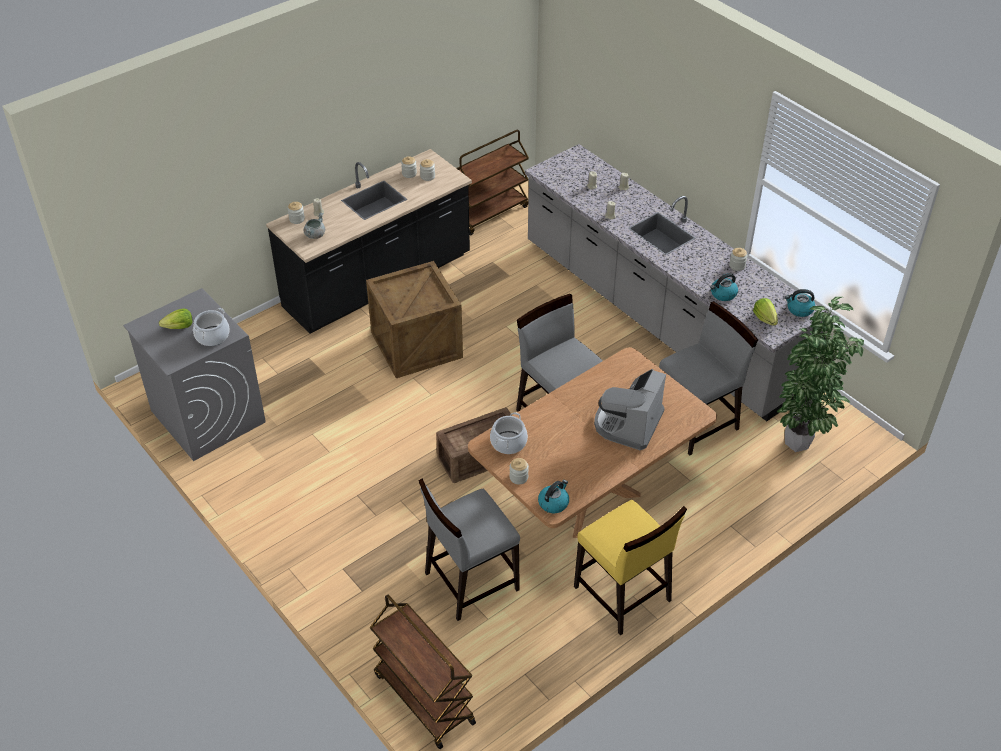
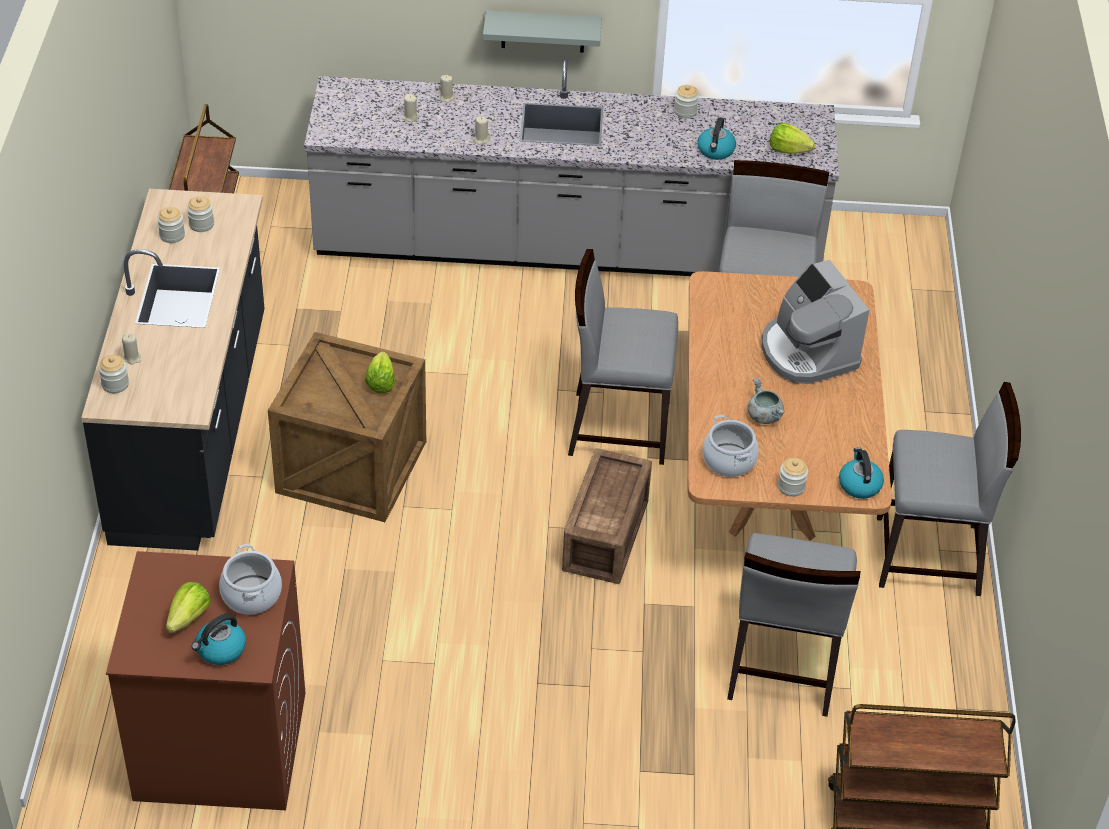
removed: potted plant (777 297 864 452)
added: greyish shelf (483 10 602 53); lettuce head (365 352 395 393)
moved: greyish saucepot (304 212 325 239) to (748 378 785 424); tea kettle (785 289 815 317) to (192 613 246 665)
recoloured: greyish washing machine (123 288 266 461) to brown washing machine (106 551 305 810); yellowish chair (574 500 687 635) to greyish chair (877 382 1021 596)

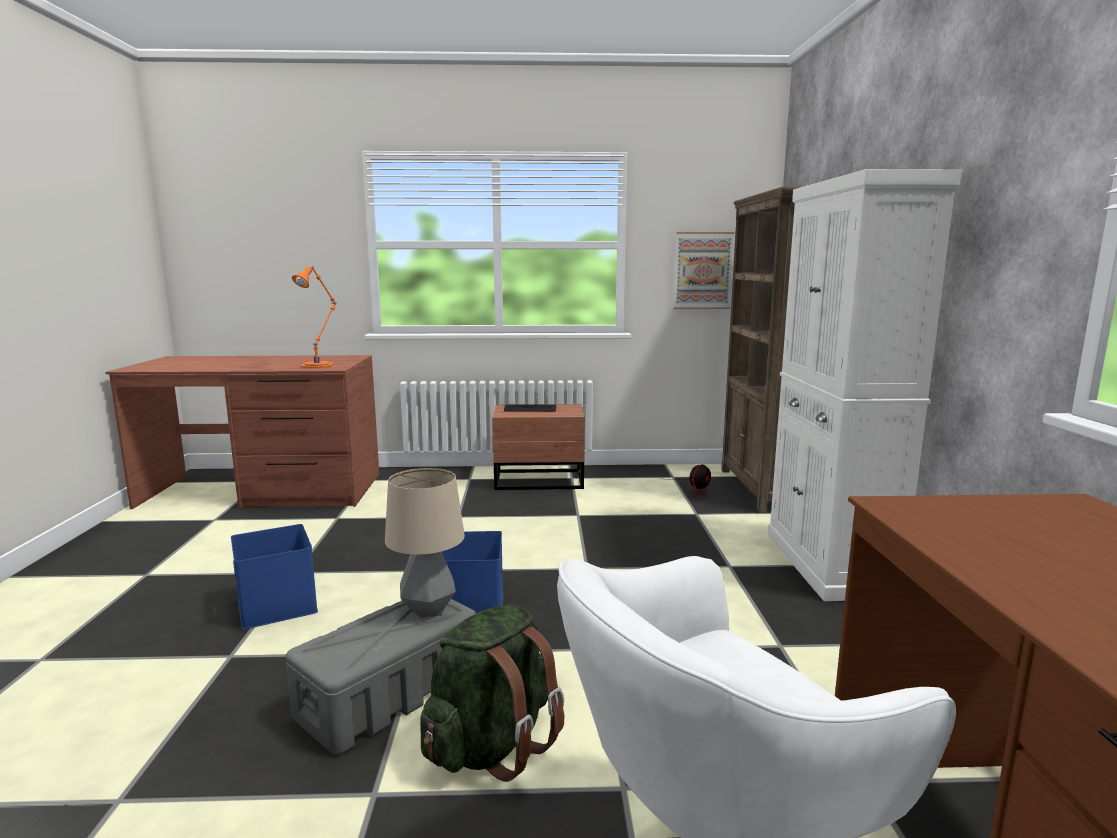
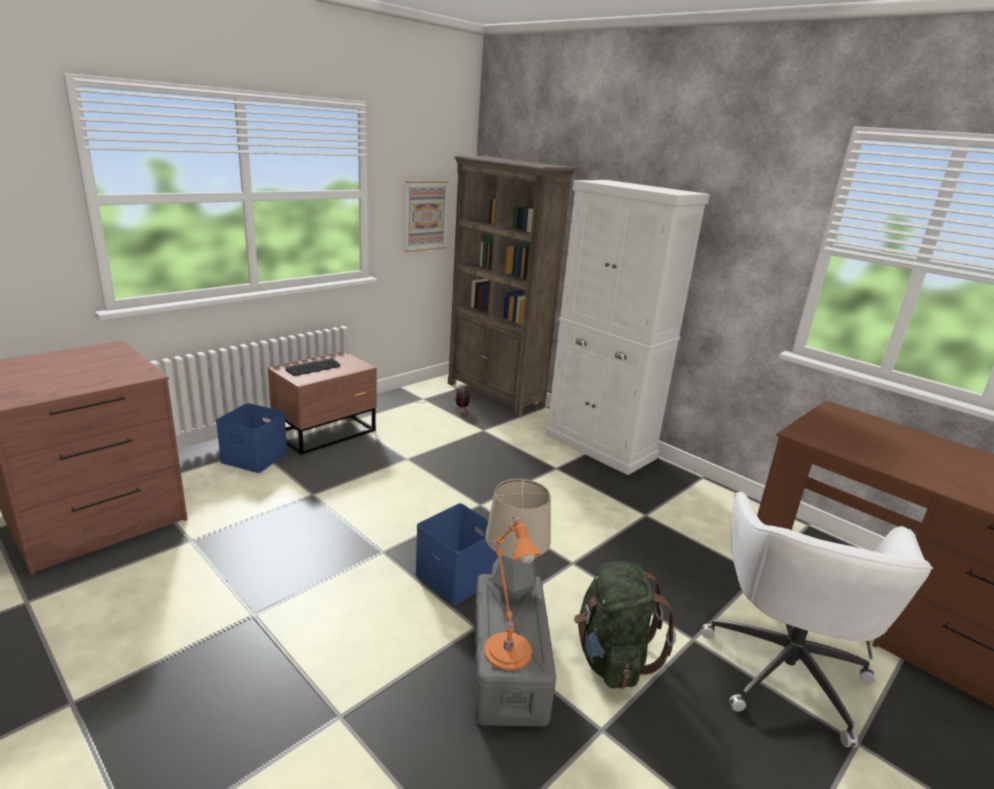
moved: orange lamp for a table (292 266 337 368) to (484 517 541 671); blue storage box (231 524 318 629) to (216 403 288 473)

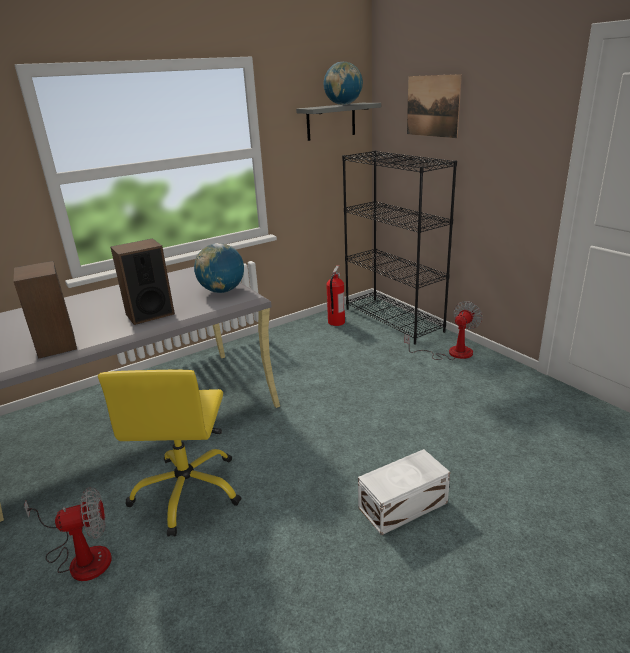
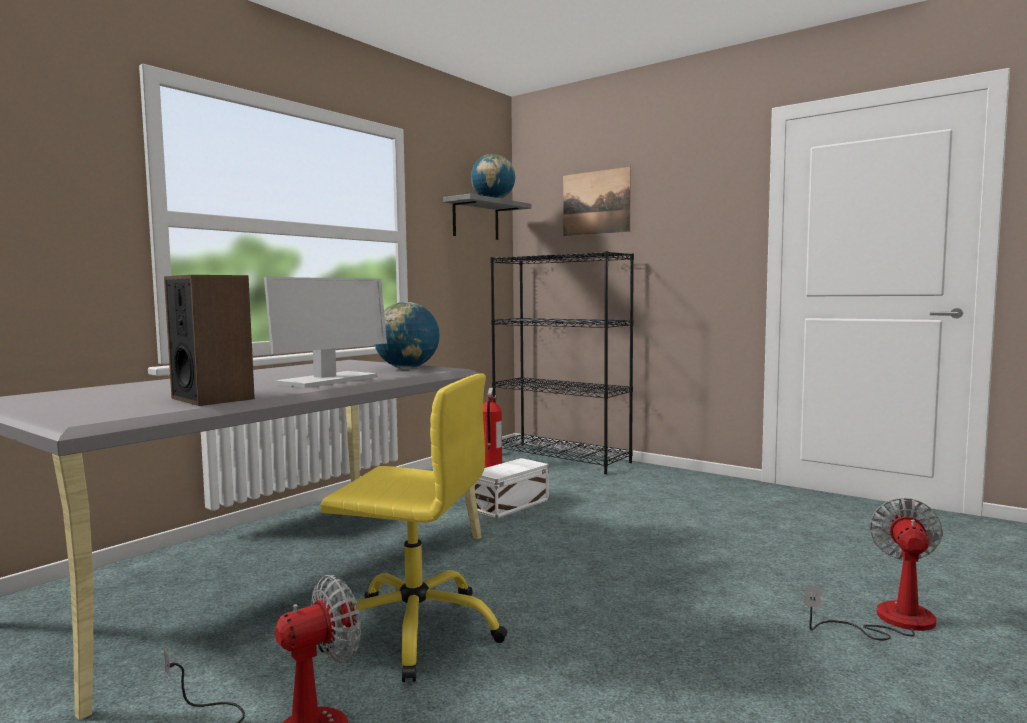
moved: electric fan (404 301 482 360) to (804 498 943 640); white-coloured storage box (358 449 450 535) to (475 458 549 518)
replaced: speaker (111 238 175 325) to computer screen (264 277 387 388)
turned: yellowish office chair (98 370 242 537) = (318 373 507 682) 60 degrees counterclockwise

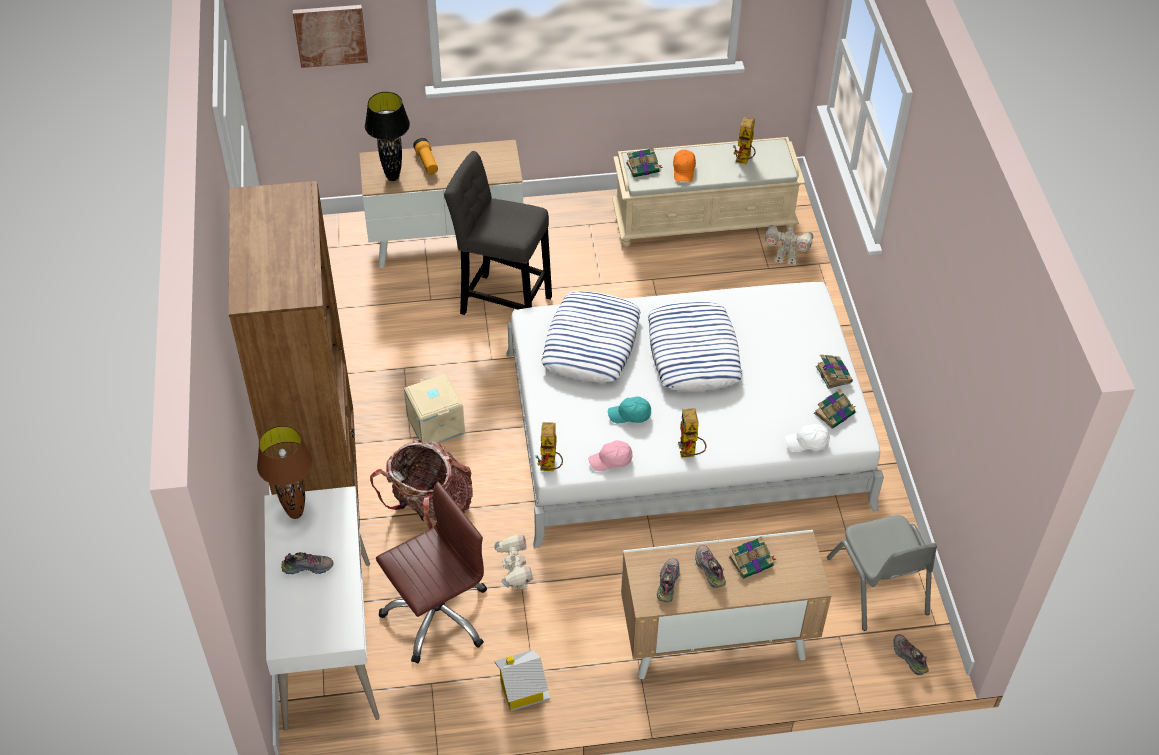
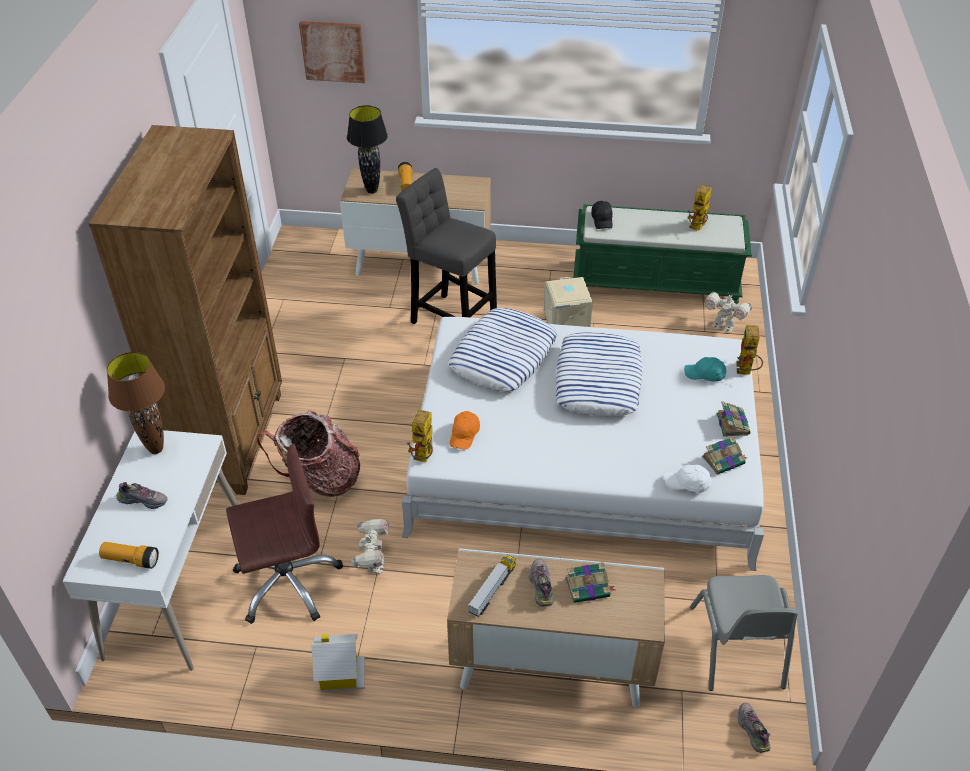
removed: pink baseball cap (588 440 633 471)
added: flashlight (99 542 159 569)
moved: orange baseball cap (673 150 696 182) to (449 411 480 450); sand-coloured storage box (404 374 465 443) to (544 277 593 327); turquoise-coloured baseball cap (608 397 651 423) to (684 357 726 382); model robot (678 408 706 458) to (736 325 763 375)
replaced: bound book (626 148 663 177) to blackish baseball cap (591 201 613 229); shoe (657 558 680 603) to model truck (468 555 516 617)
recoloured: sand-coloured indoor bench (612 137 805 247) to green-coloured indoor bench (573 204 752 304)

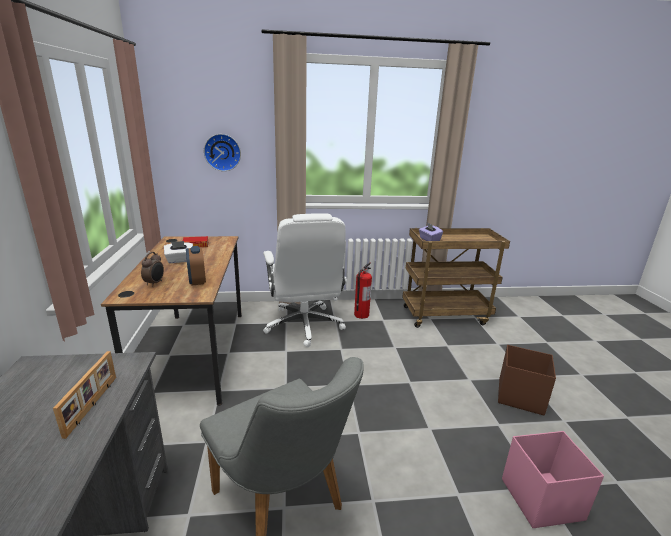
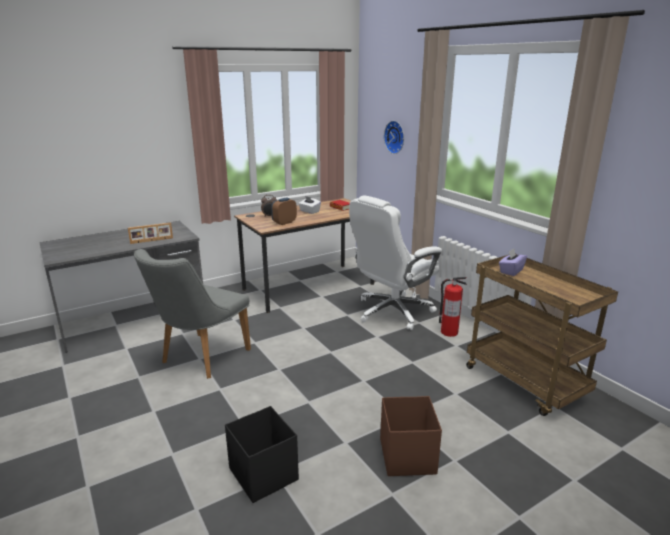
recoloured: pink storage box (502 431 604 528) to blackish storage box (225 406 299 503)

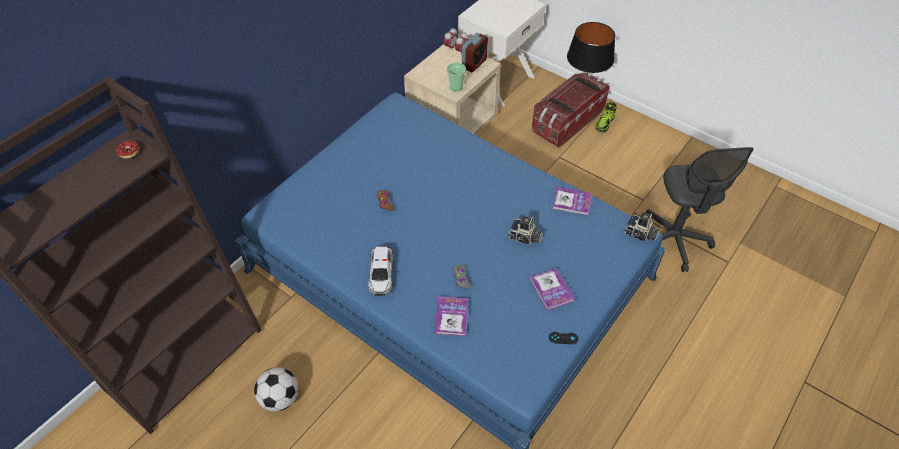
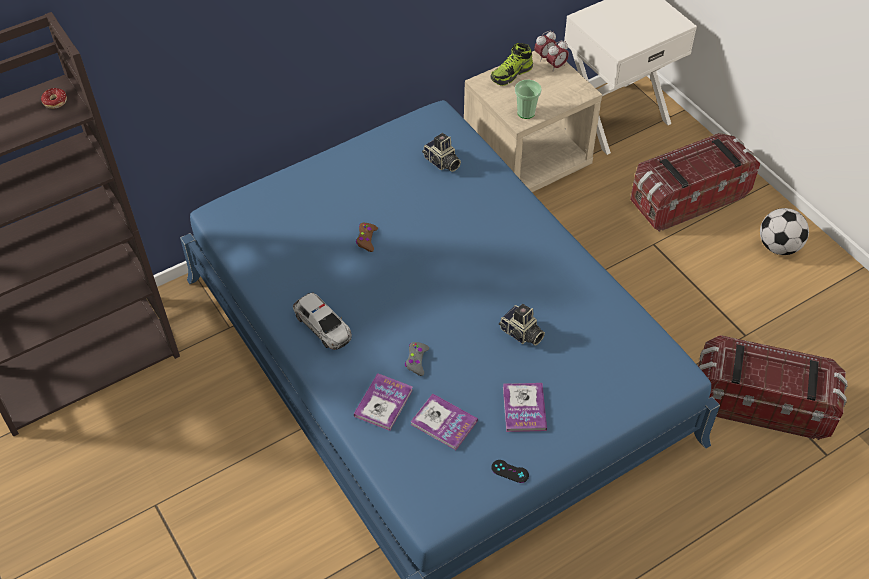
removed: blackish lamp for a table (567 22 615 82); alarm clock (462 33 488 72)
moved: shoe (595 102 617 133) to (490 43 533 86); bound book (552 187 592 215) to (411 394 478 450); still camera (625 212 660 242) to (422 133 461 172); football (254 367 299 412) to (760 208 809 255)
replaced: greyish office chair (645 147 754 272) to storage box (698 335 848 440)
turned: miniature car (368 247 394 296) = (293 293 352 350) 60 degrees counterclockwise

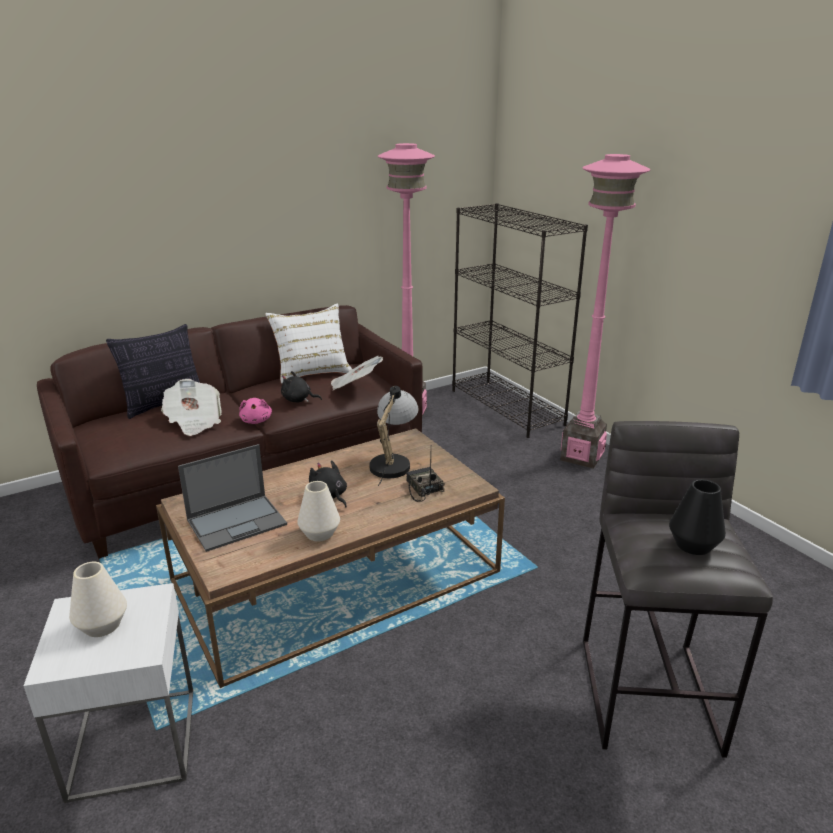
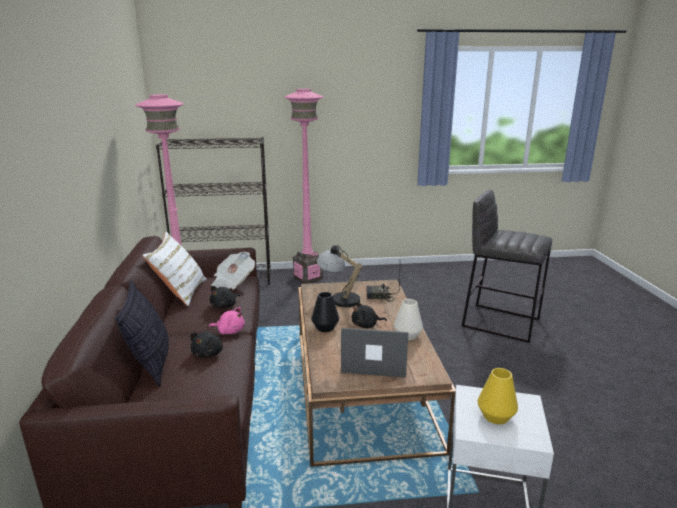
moved: blackish flower vase (669 479 726 555) to (311 292 339 332)
replaced: printed paper (161 379 222 436) to blackish soft toy (191 331 223 358)
recoloured: white-coloured flower vase (69 562 127 637) to yellowish flower vase (478 368 518 424)
turned: laptop (178 444 287 552) = (341 328 408 378) 75 degrees counterclockwise

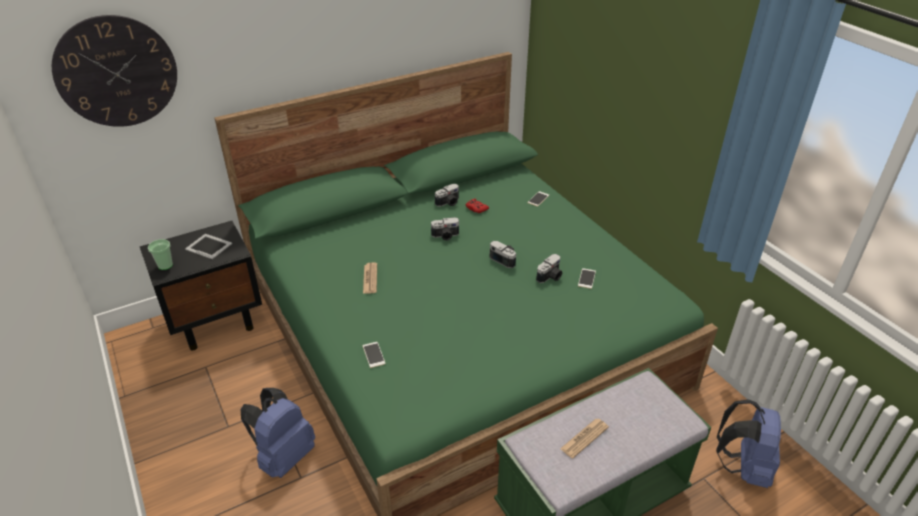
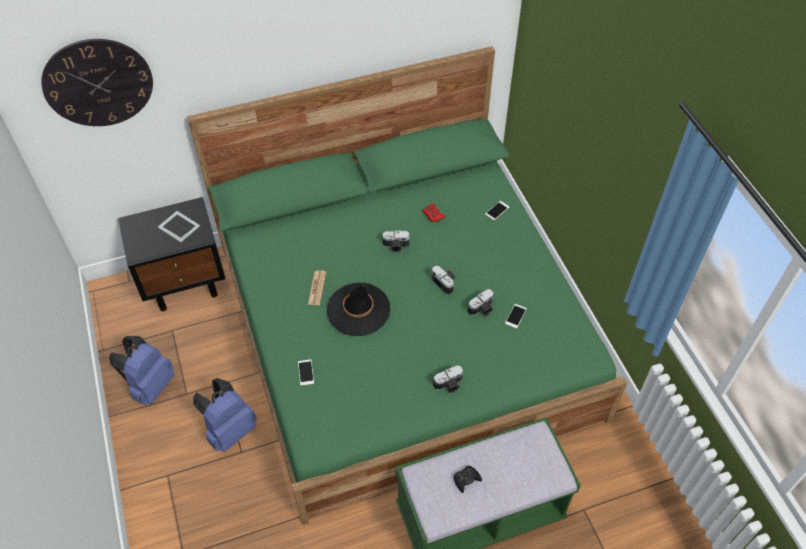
removed: cup (148 239 173 270)
added: blackish clothing hat (327 283 390 336)
moved: still camera (435 184 459 206) to (433 365 463 393); blue backpack (716 399 781 488) to (109 336 174 405)
replaced: printed paper (560 419 609 459) to blackish game controller (454 466 482 493)

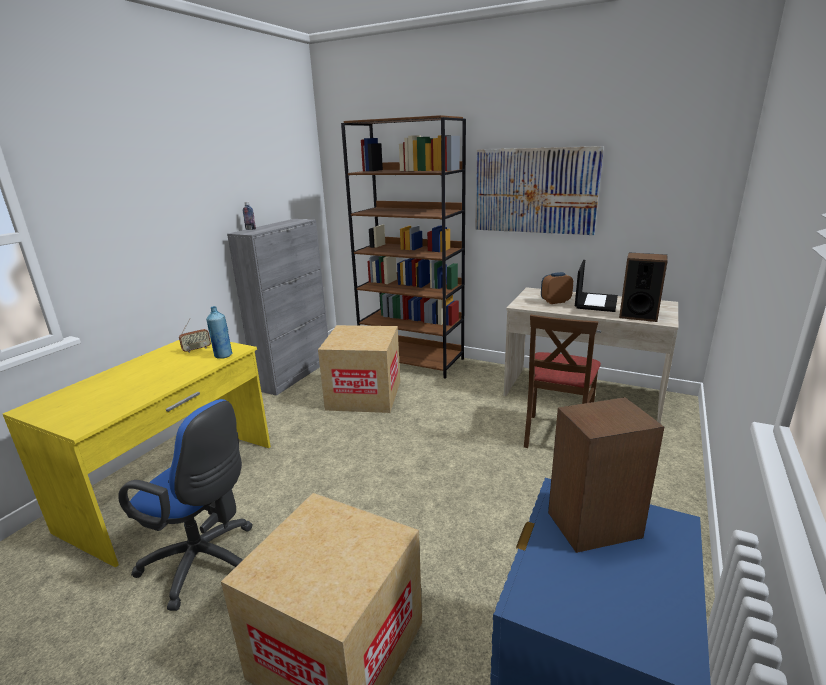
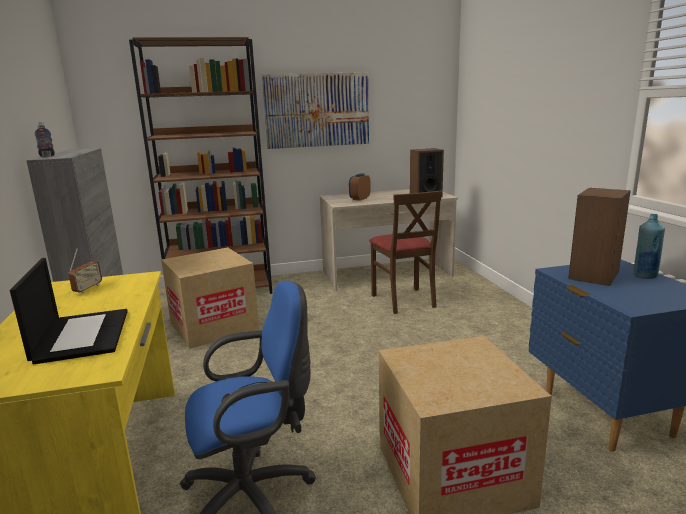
moved: laptop (575 260 618 312) to (10 258 128 365); blue drink bottle (206 306 233 359) to (633 214 665 279)

